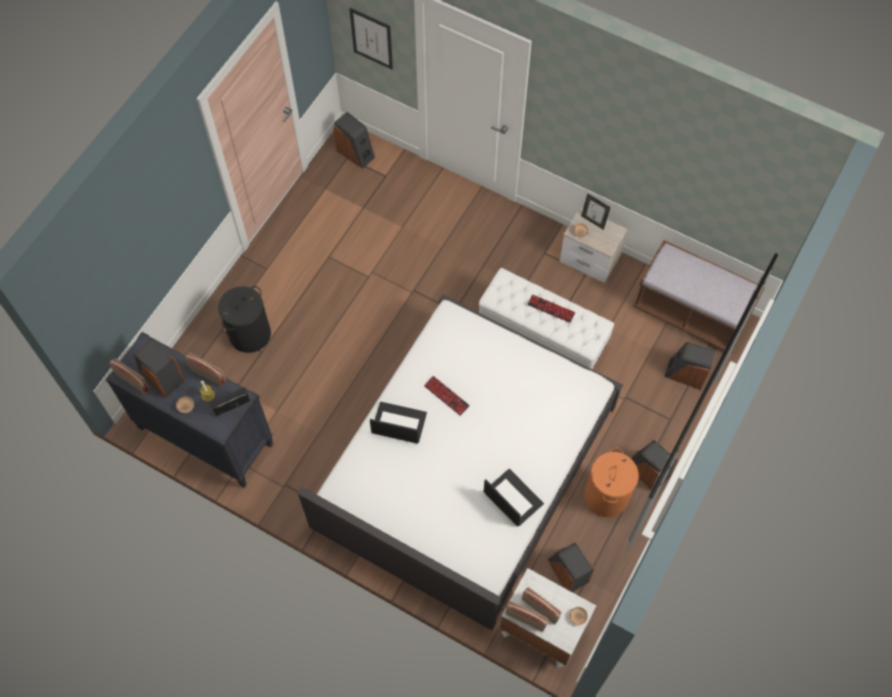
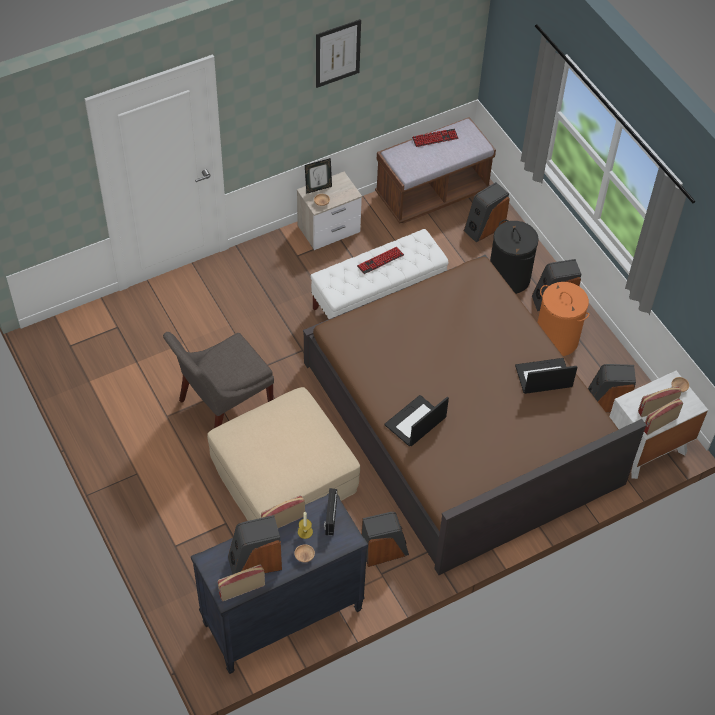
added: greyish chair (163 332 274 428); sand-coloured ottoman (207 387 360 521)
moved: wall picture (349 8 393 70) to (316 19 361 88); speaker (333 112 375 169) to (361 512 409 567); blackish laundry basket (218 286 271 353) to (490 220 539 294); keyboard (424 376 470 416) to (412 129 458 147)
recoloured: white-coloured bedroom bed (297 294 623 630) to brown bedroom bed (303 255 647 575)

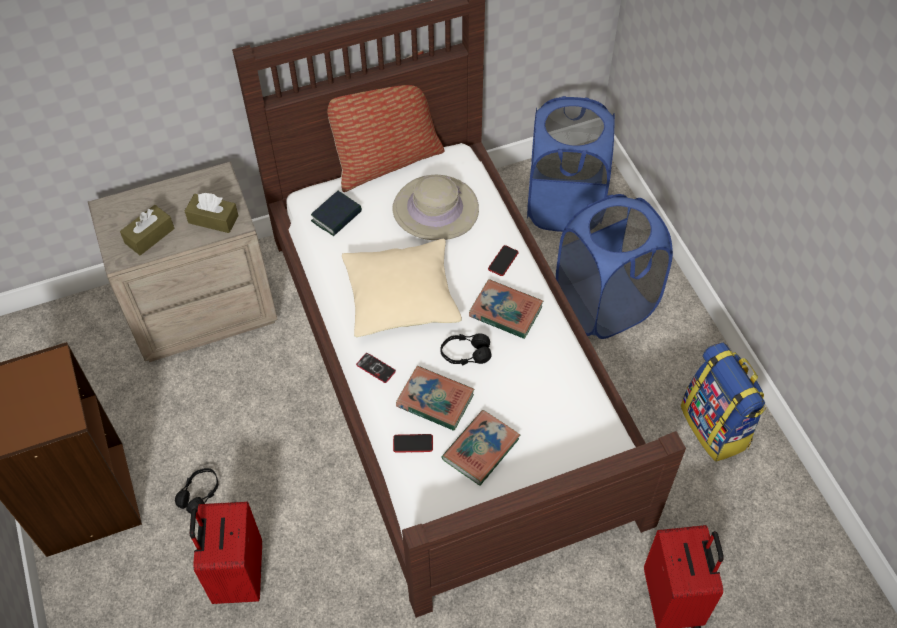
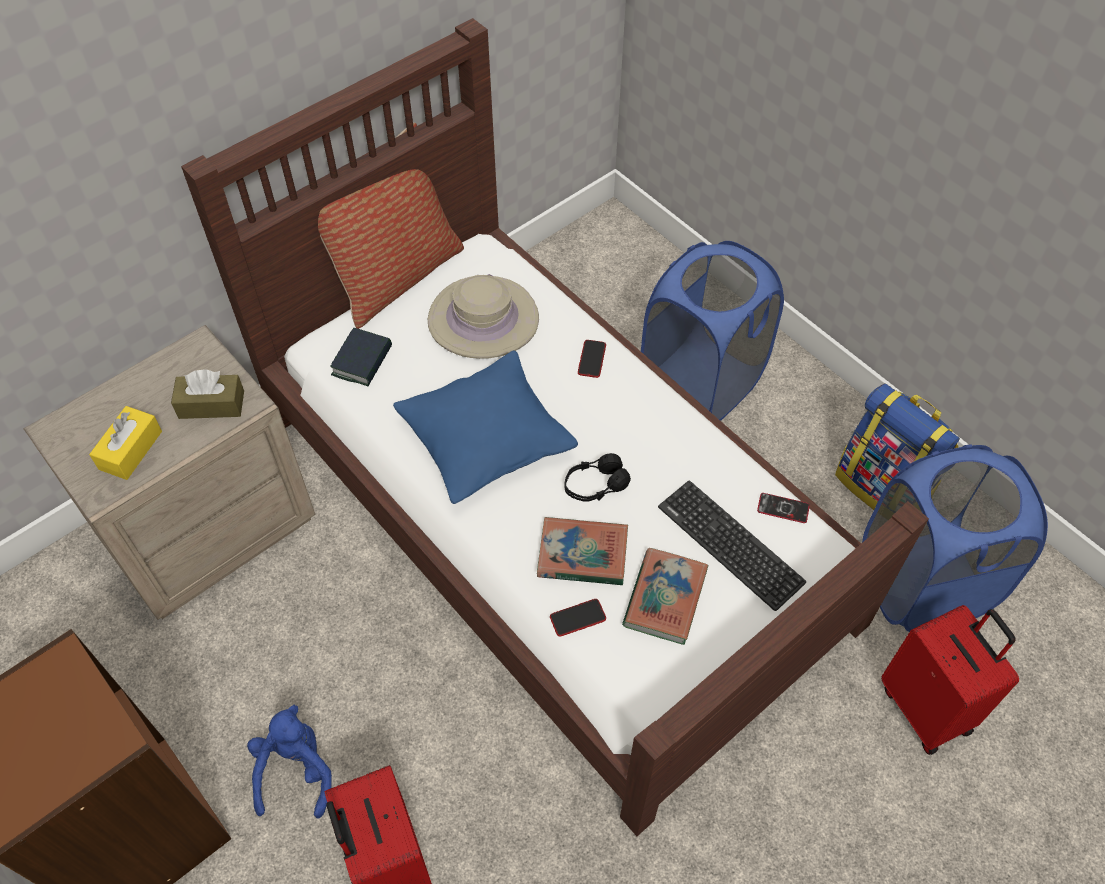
removed: bound book (469 279 543 339)
added: keyboard (658 480 806 611)
moved: blue laundry basket (527 96 615 232) to (862 444 1048 632); handset (356 353 396 383) to (757 493 810 523)
replaced: blackish headphones (175 468 218 514) to blue soft toy (247 705 332 818)
recoloured: brown tissue box (120 205 174 255) to yellowish tissue box (89 406 162 480); sand-coloured throw pillow (342 239 462 337) to blue throw pillow (393 350 578 504)

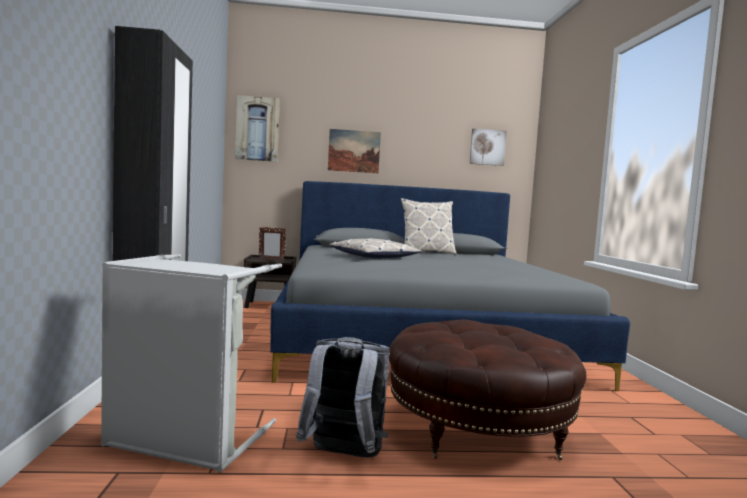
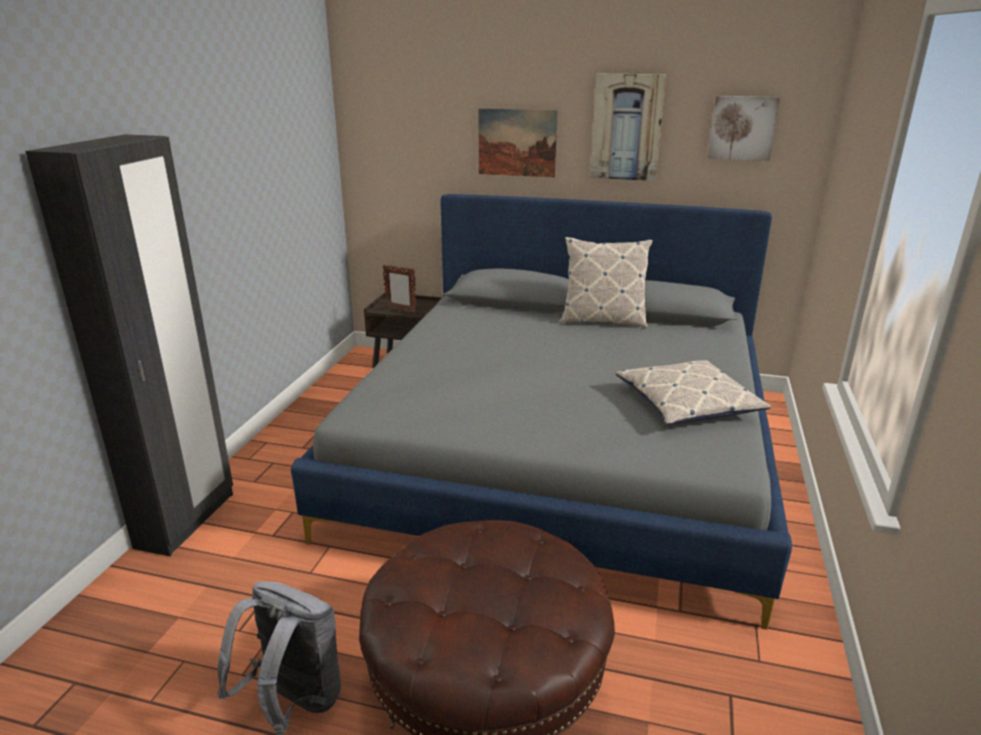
removed: greyish laundry basket (101 254 282 472)
moved: wall picture (235 95 280 162) to (590 74 666 181); throw pillow (329 238 422 258) to (616 360 771 425)

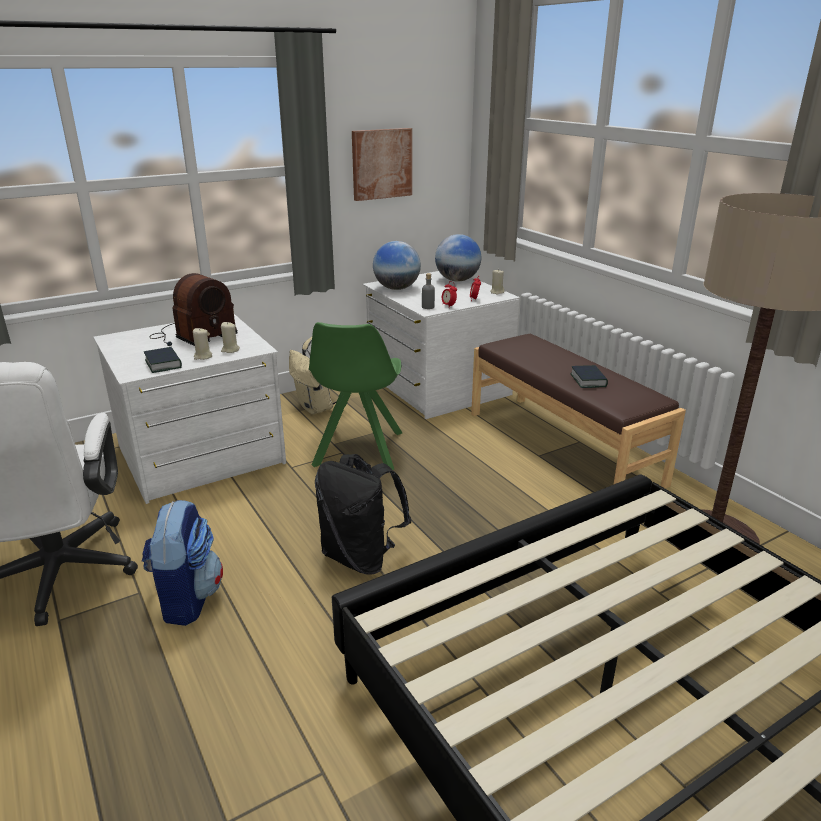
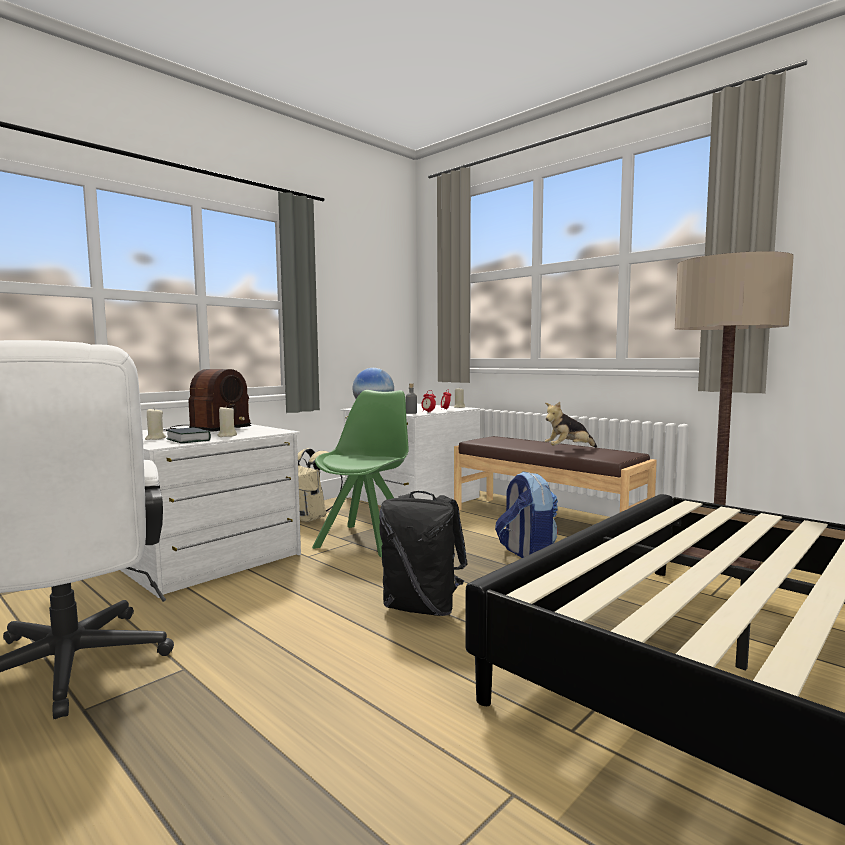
removed: wall picture (352 128 412 201); desk globe (435 234 481 282)
moved: sand-coloured candle (221 322 240 353) to (145 409 166 440); backpack (142 500 223 626) to (495 471 558 558)
replaced: bound book (570 365 608 388) to soft toy (545 402 597 448)
turned: green-coloured chair (309 322 402 470) = (312 390 409 558) 150 degrees counterclockwise

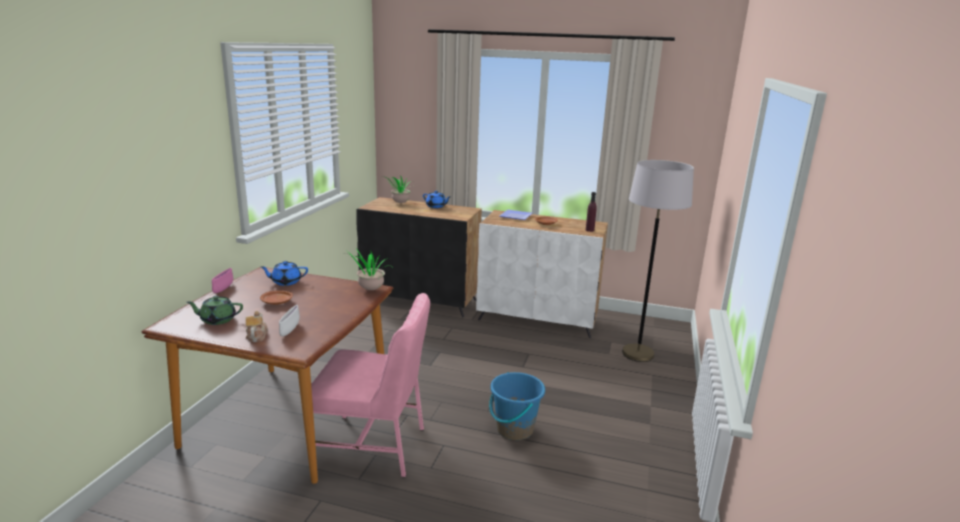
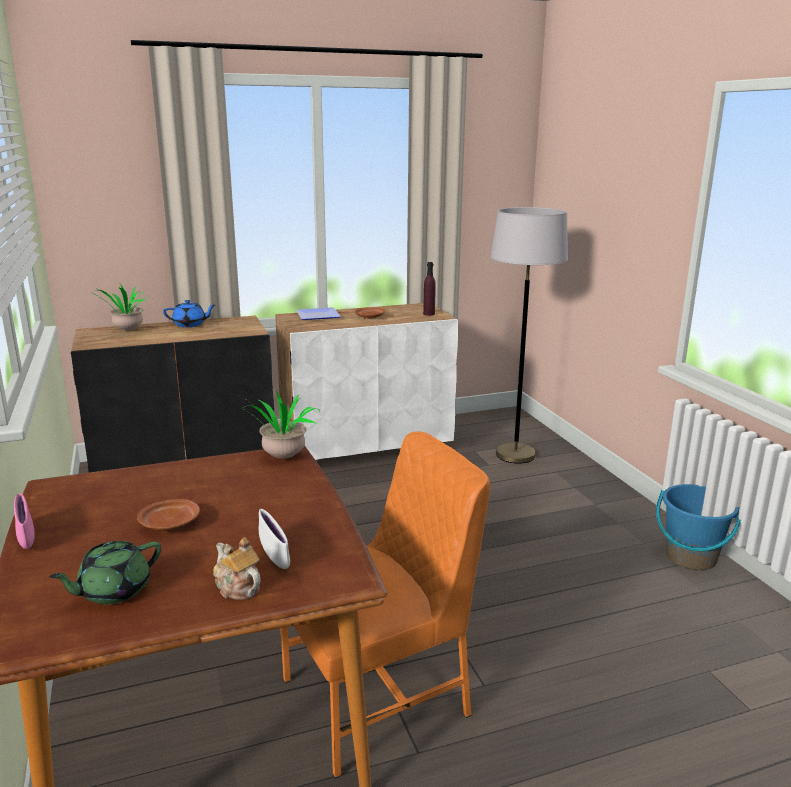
removed: blue tea pot (261 261 308 286)
moved: blue water bucket (489 372 545 440) to (656 484 741 570)
recoloured: pink chair (311 293 430 478) to orange chair (281 431 490 778)

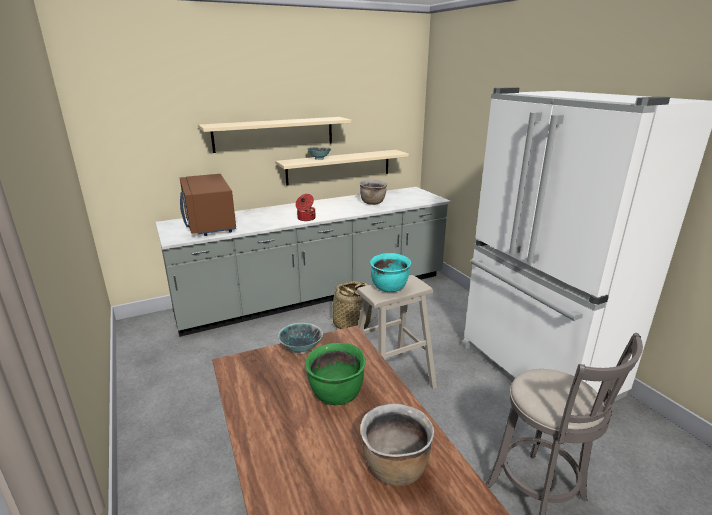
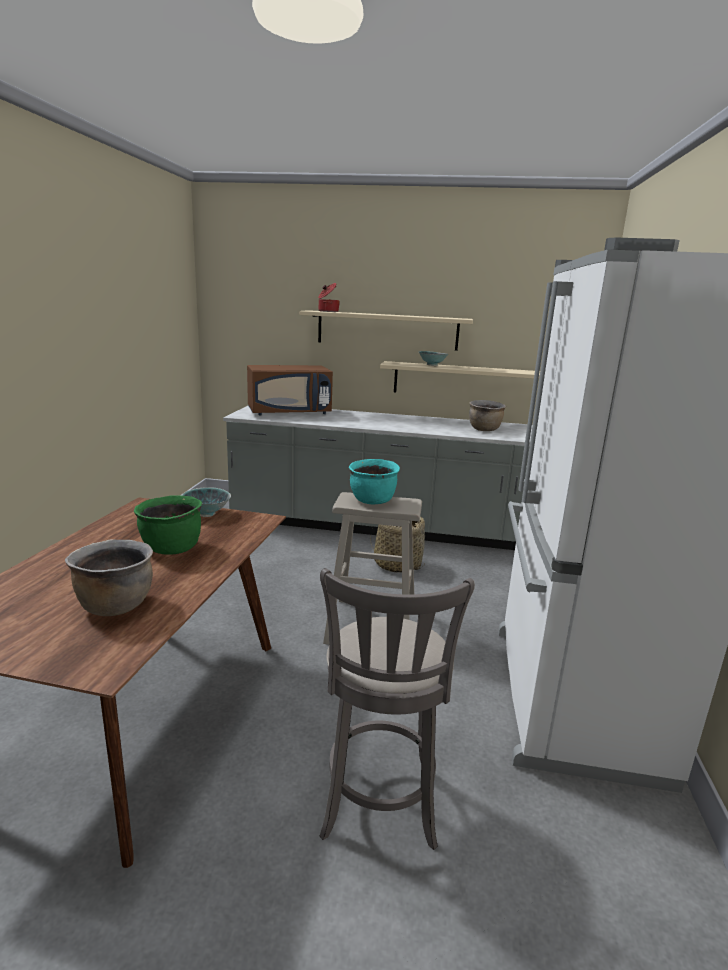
moved: saucepot (295 194 316 221) to (318 283 340 312)
turned: brown kitchen microwave (180 174 236 236) = (247 365 333 415) 120 degrees counterclockwise

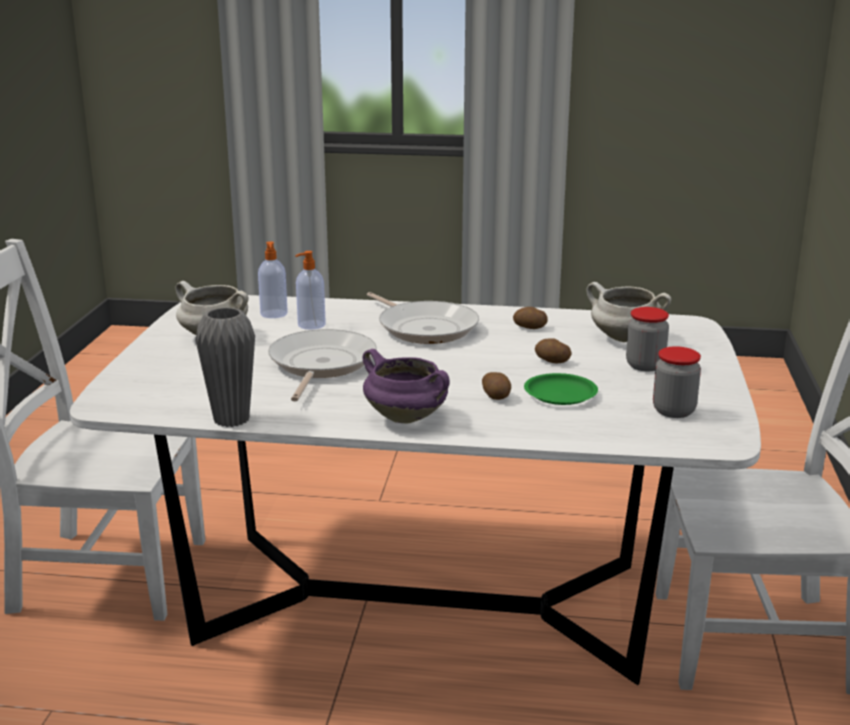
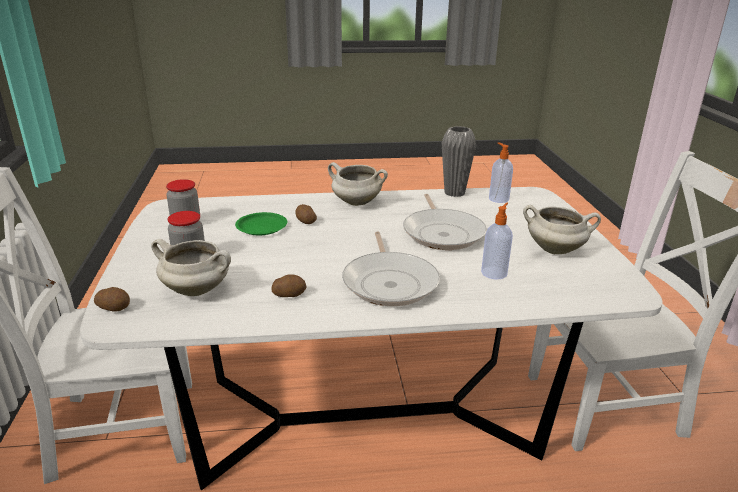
moved: soap dispenser (258 241 288 318) to (489 142 513 203); potato (535 338 572 363) to (94 287 130 312)
recoloured: purple-coloured saucepot (362 349 450 423) to white-coloured saucepot (328 162 388 206)
turned: frying pan (367 292 479 344) = (342 231 440 306) 135 degrees counterclockwise

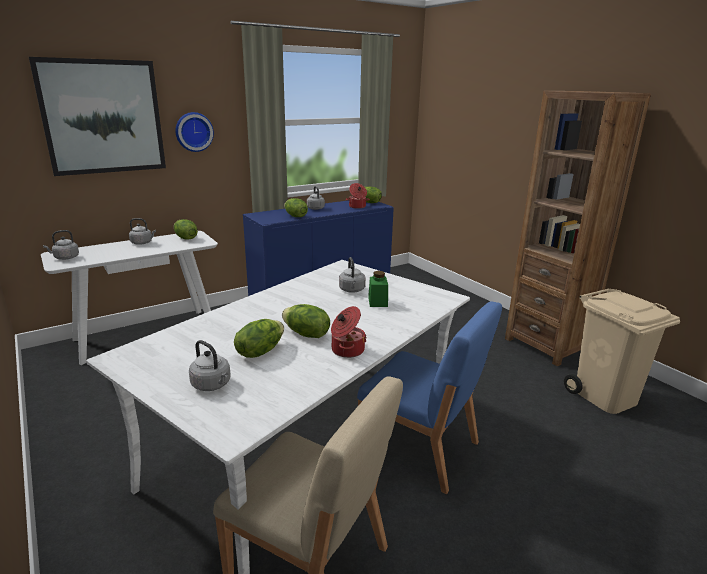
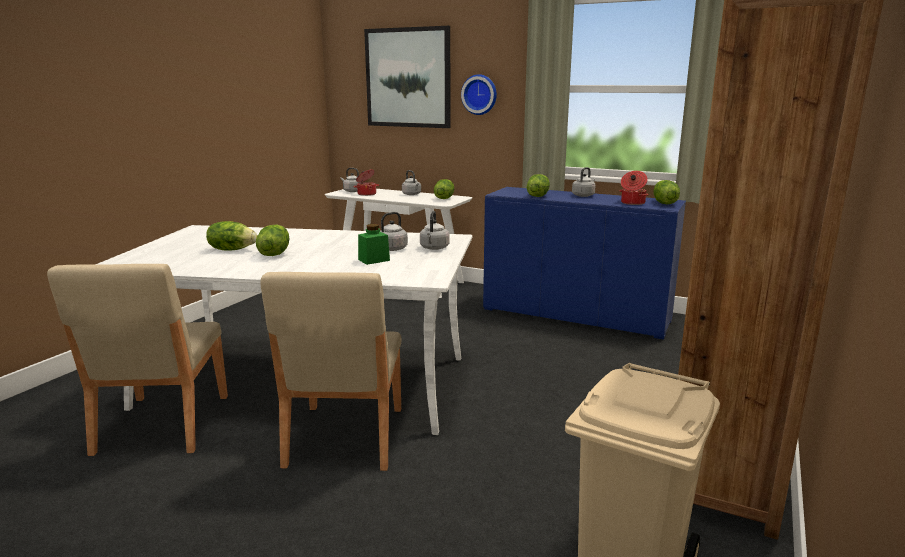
moved: saucepot (331 306 367 358) to (354 169 379 196); greyish tea kettle (189 340 231 391) to (420 211 449 250)
recoloured: blue chair (357 301 502 494) to sand-coloured chair (260 272 401 471)

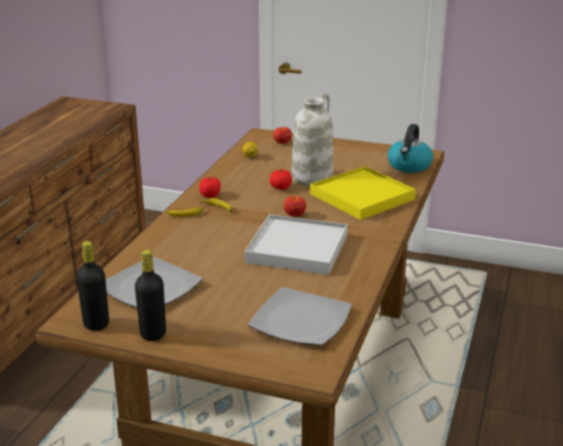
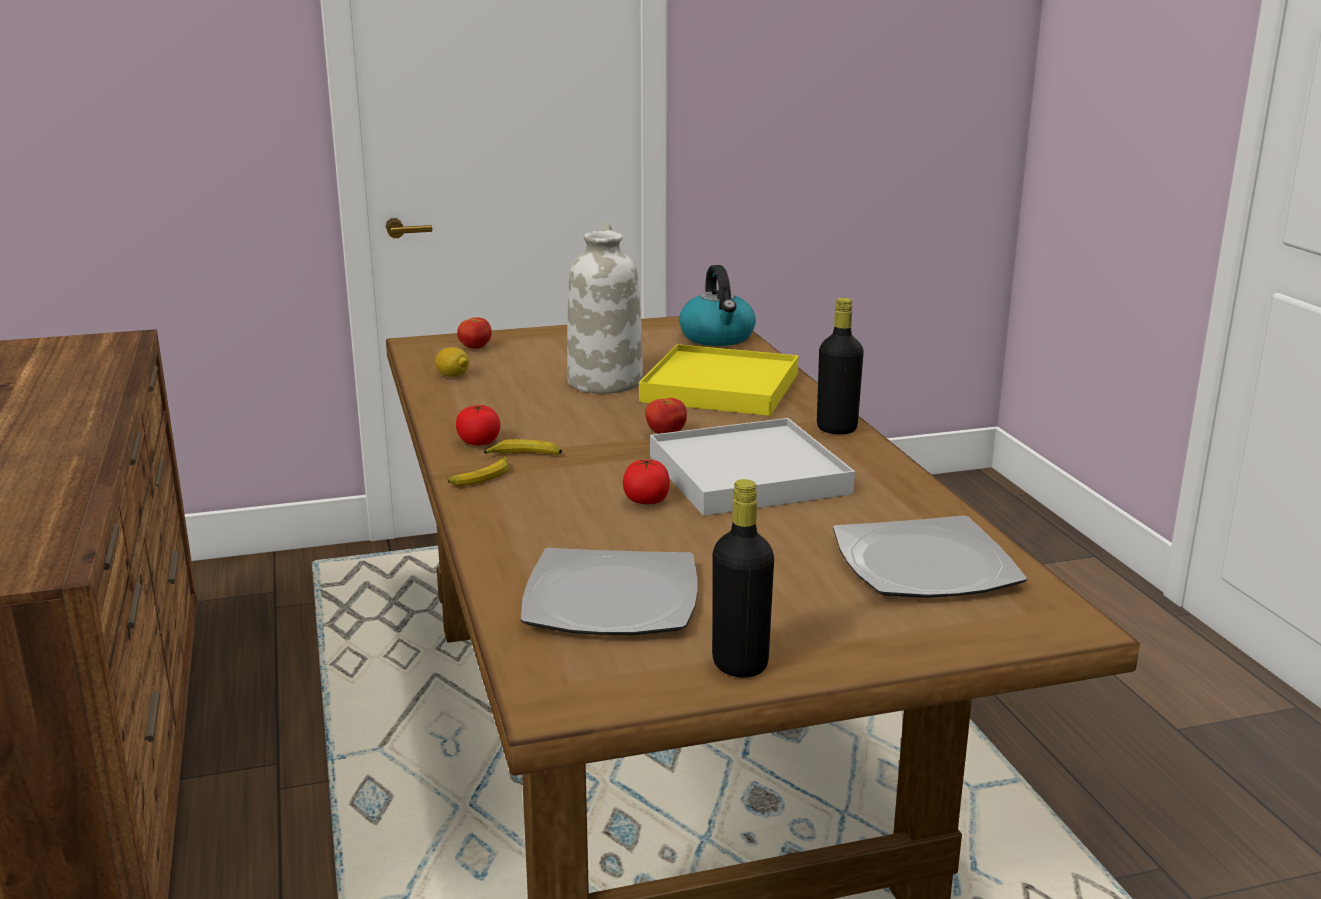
moved: fresh tomato (270 169 292 190) to (623 459 670 504); blackish drink bottle (76 241 109 331) to (817 298 864 434)

